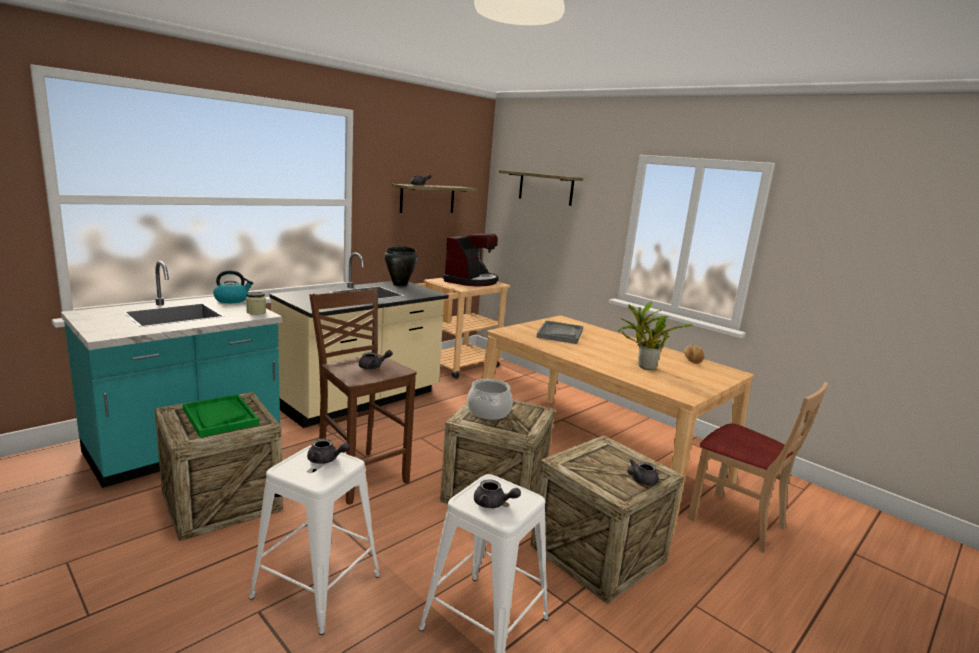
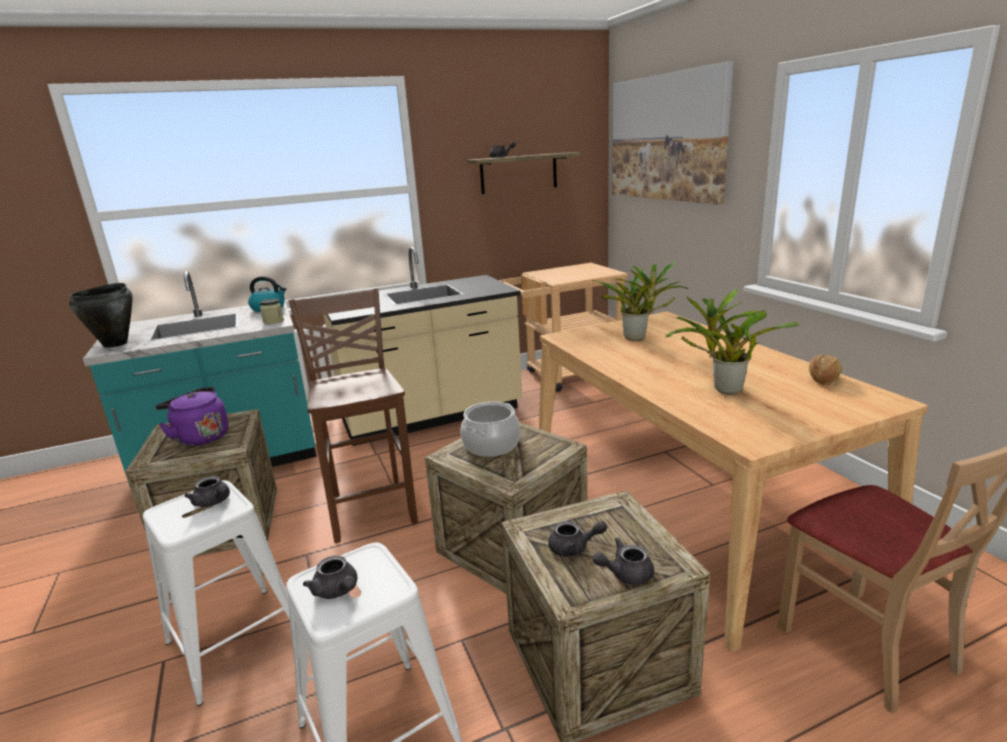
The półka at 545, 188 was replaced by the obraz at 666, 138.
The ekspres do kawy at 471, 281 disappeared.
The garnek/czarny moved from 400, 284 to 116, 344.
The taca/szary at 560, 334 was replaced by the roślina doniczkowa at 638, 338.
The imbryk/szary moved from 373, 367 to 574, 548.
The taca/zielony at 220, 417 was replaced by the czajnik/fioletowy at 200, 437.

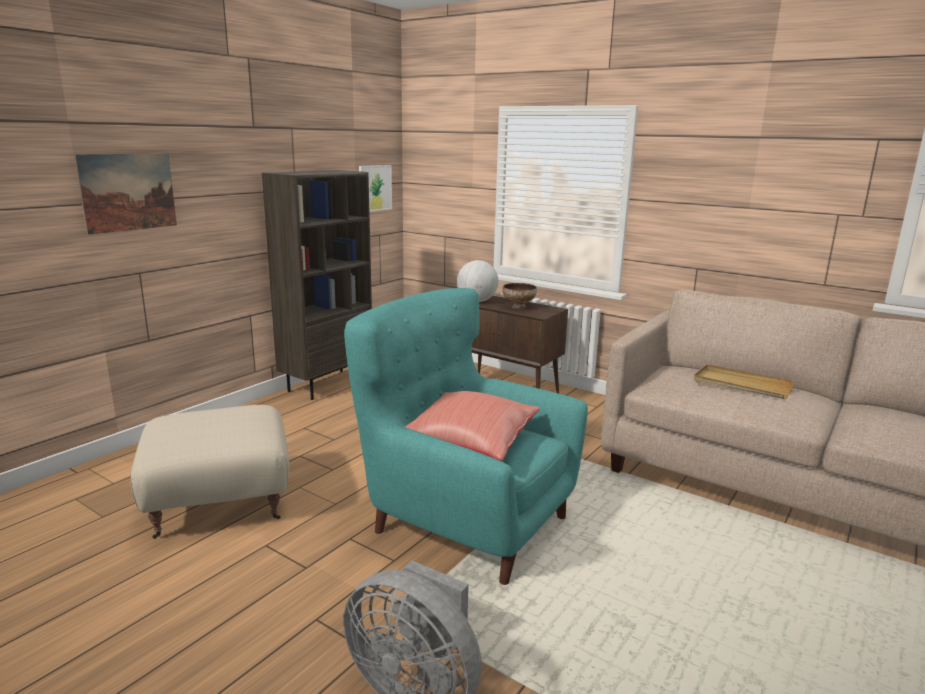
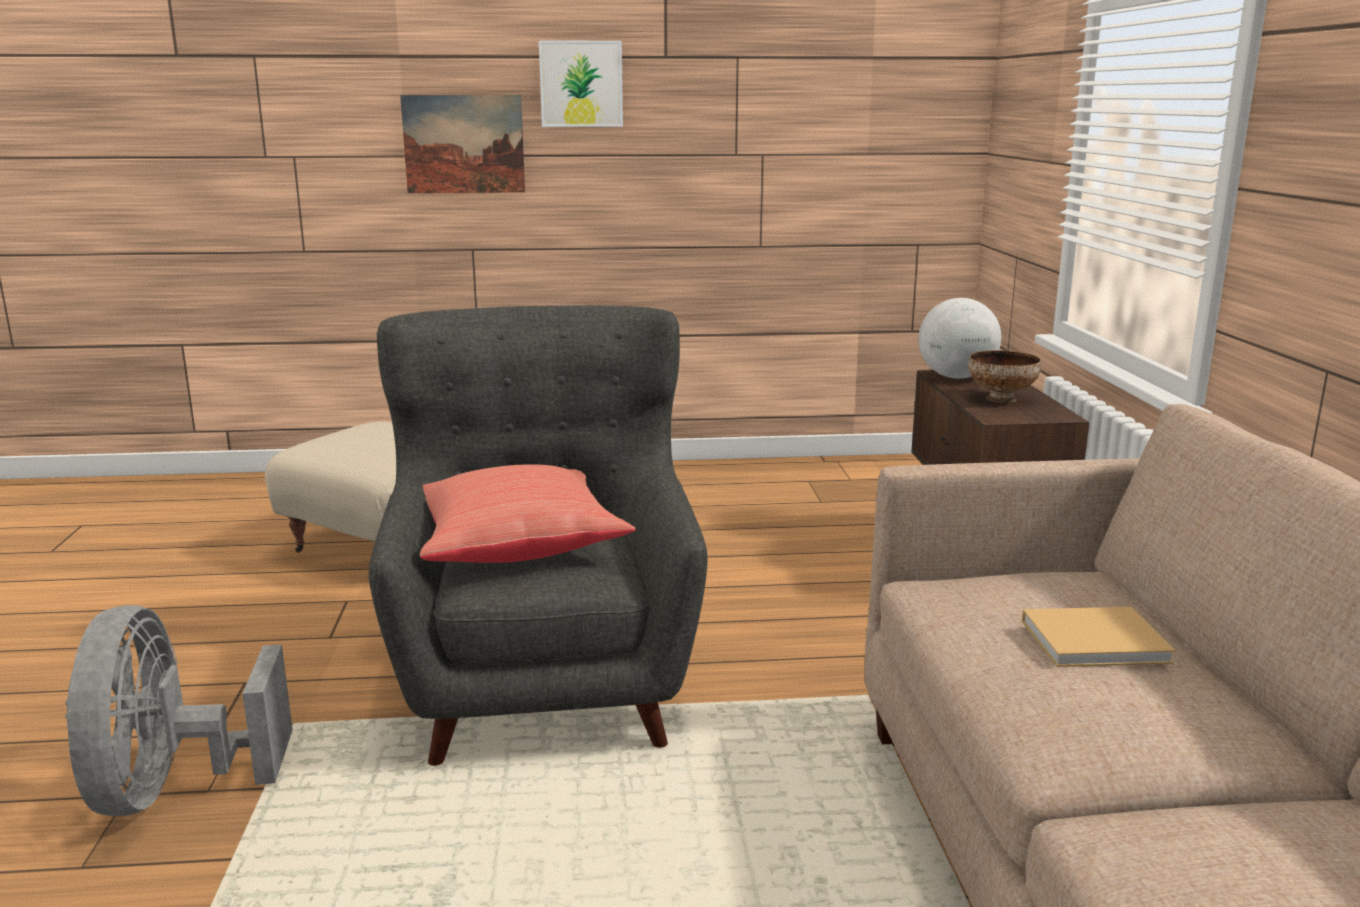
The obraz moved from 375, 188 to 581, 84.
The regał/brązowy at 327, 384 disappeared.
The fotel/turkusowy at 465, 521 became the fotel/szary at 546, 682.
The taca/beżowy at 742, 385 was replaced by the książka/beżowy at 1099, 641.

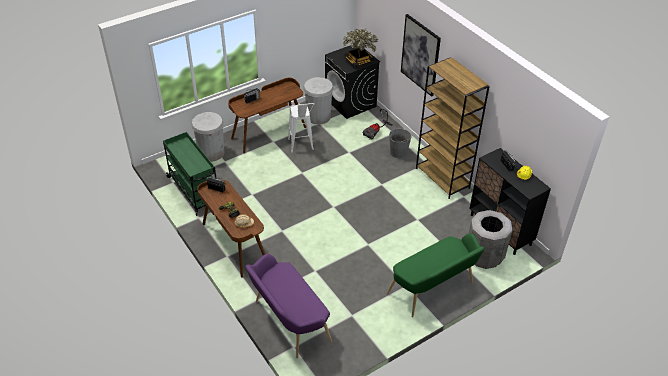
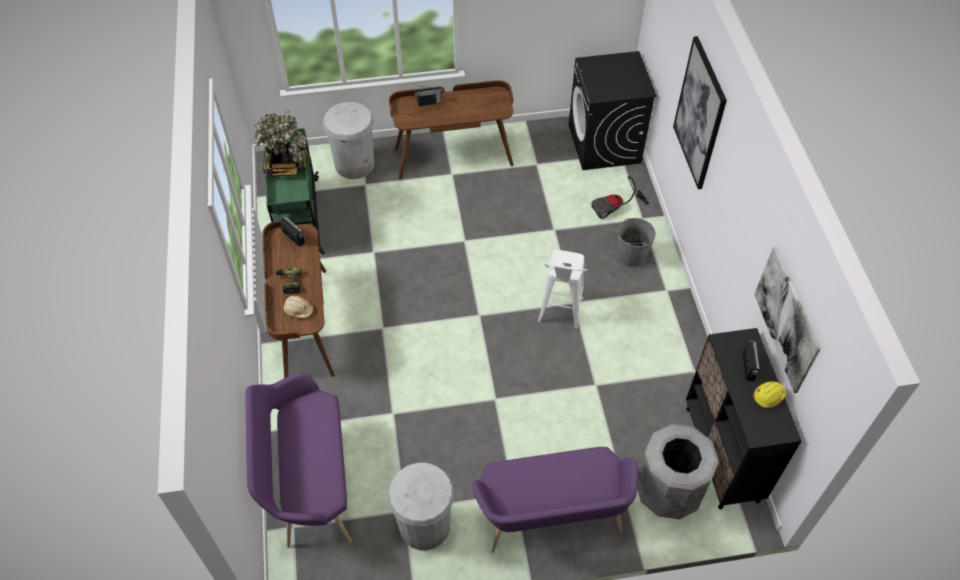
The roślina doniczkowa moved from 359, 60 to 287, 164.
The regał/brązowy at 443, 178 disappeared.
The kosz na śmieci/biały moved from 318, 117 to 424, 525.
The stołek/biały moved from 301, 147 to 559, 316.
The ławka/zielony at 433, 290 became the ławka/fioletowy at 551, 519.
The obraz at 786, 319 appeared.

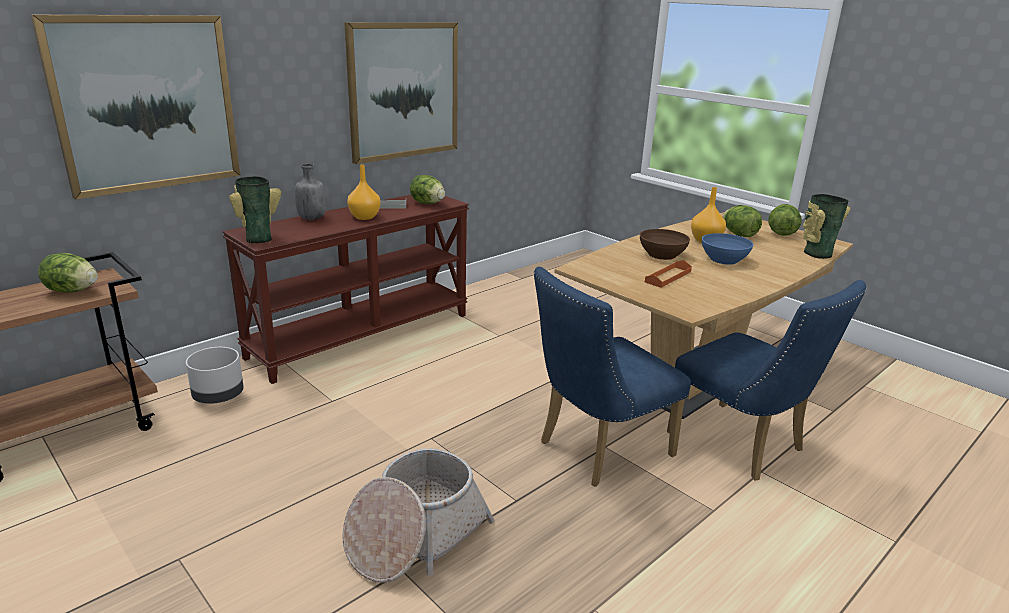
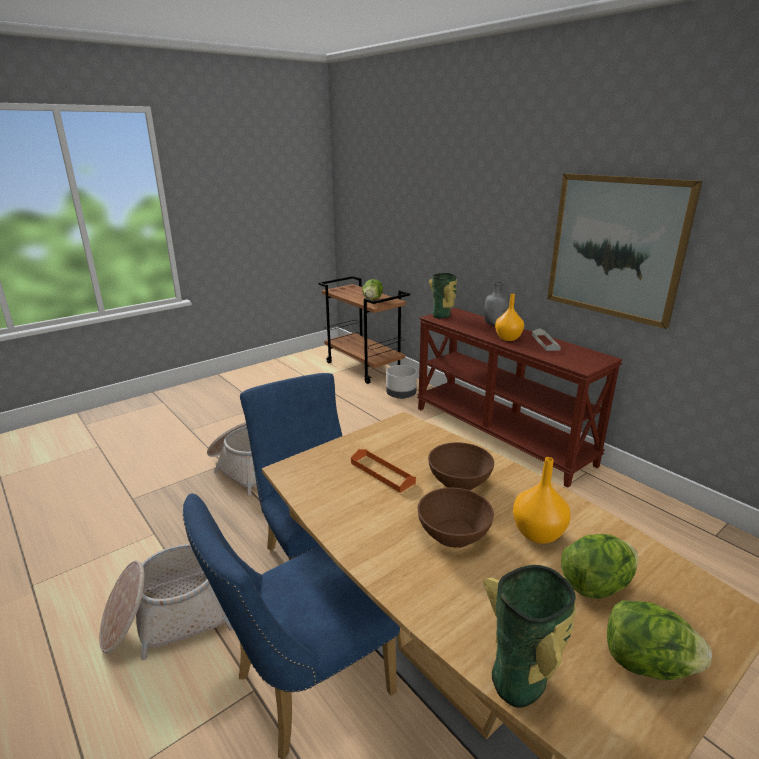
The obraz at 146, 104 disappeared.
The sałata at 427, 203 disappeared.
The miska/niebieski at 724, 259 became the miska/brązowy at 453, 533.
The koszyk at 168, 617 appeared.

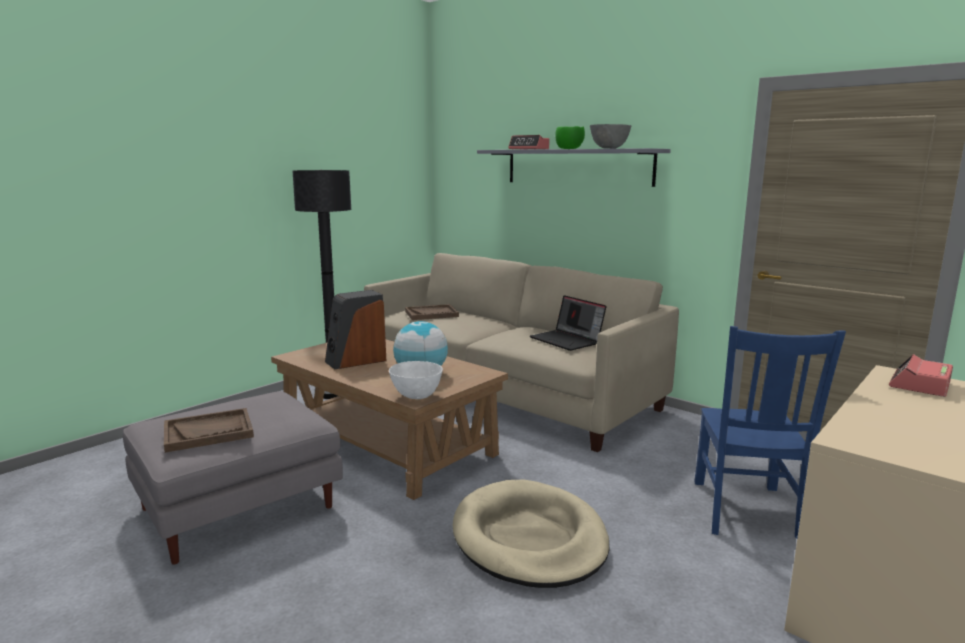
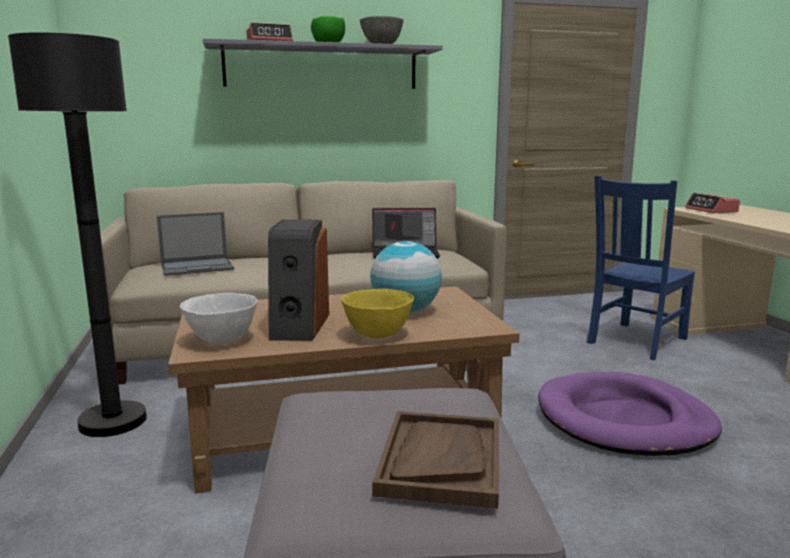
The taca/brązowy at 431, 314 was replaced by the laptop at 198, 267.
The krzesło/niebieski at 746, 512 turned 90 degrees clockwise.
The miska/biały moved from 417, 396 to 222, 340.
The legowisko/beżowy at 529, 538 became the legowisko/fioletowy at 624, 420.
The miska/żółty at 377, 335 appeared.

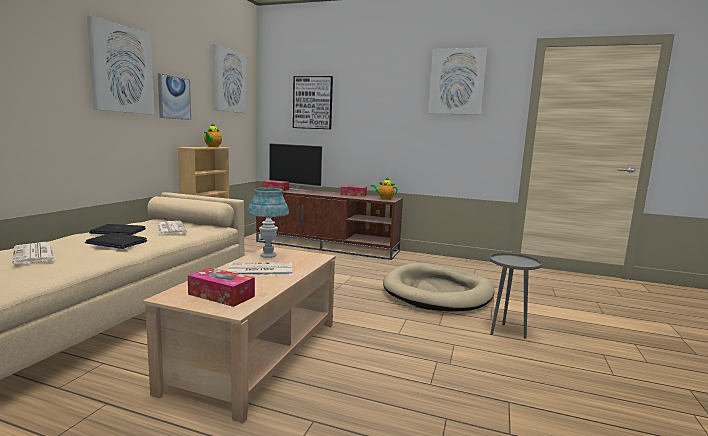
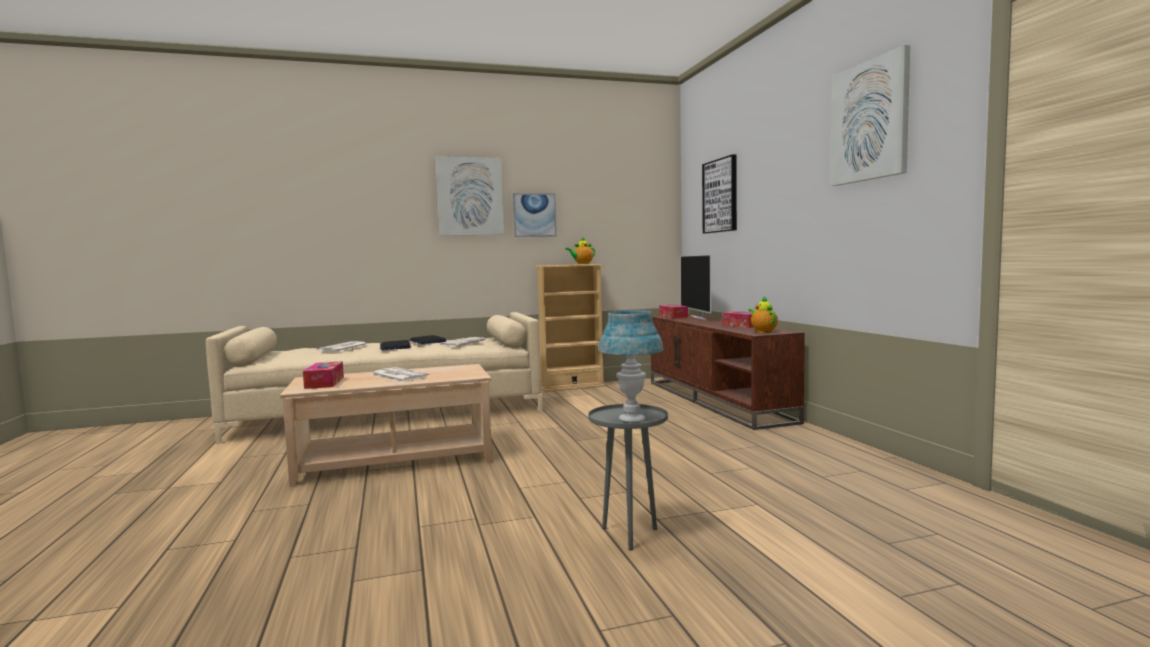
The obraz at 229, 81 disappeared.
The lampa stołowa/niebieski moved from 268, 255 to 632, 419.
The legowisko/beżowy at 438, 292 disappeared.

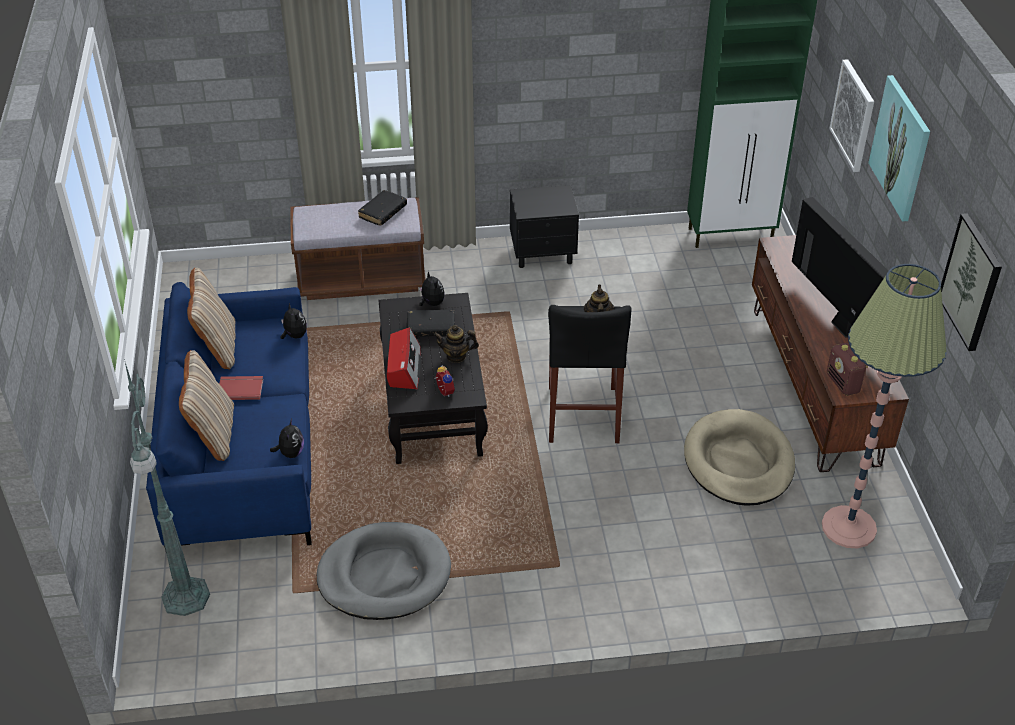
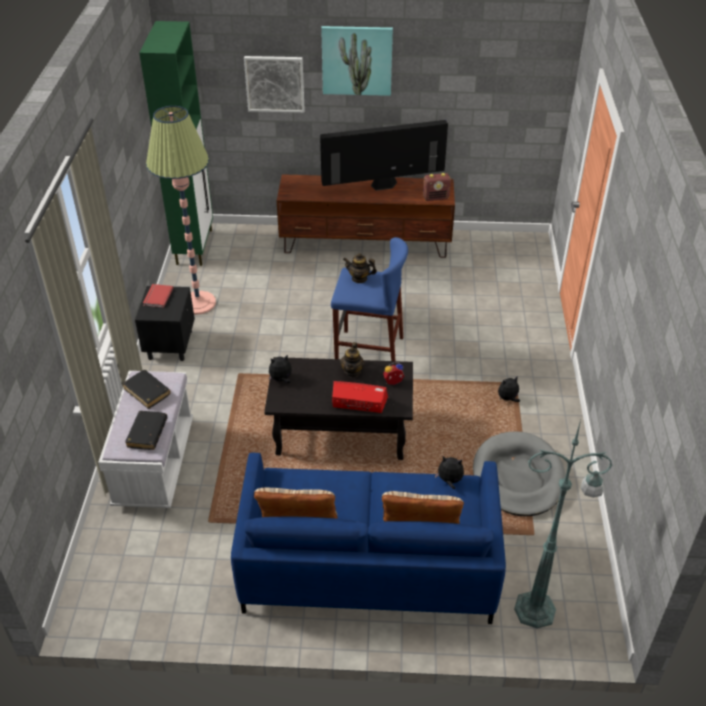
The ławka/brązowy at 361, 279 became the ławka/biały at 154, 464.
The obraz at 971, 282 disappeared.
The lampa stojąca moved from 848, 527 to 198, 303.
The pluszak moved from 294, 335 to 508, 399.
The stołek/czarny at 583, 414 became the stołek/niebieski at 369, 350.
The książka/czarny moved from 431, 328 to 147, 434.
The książka/czerwony moved from 240, 388 to 157, 297.
The legowisko/beżowy at 738, 462 disappeared.

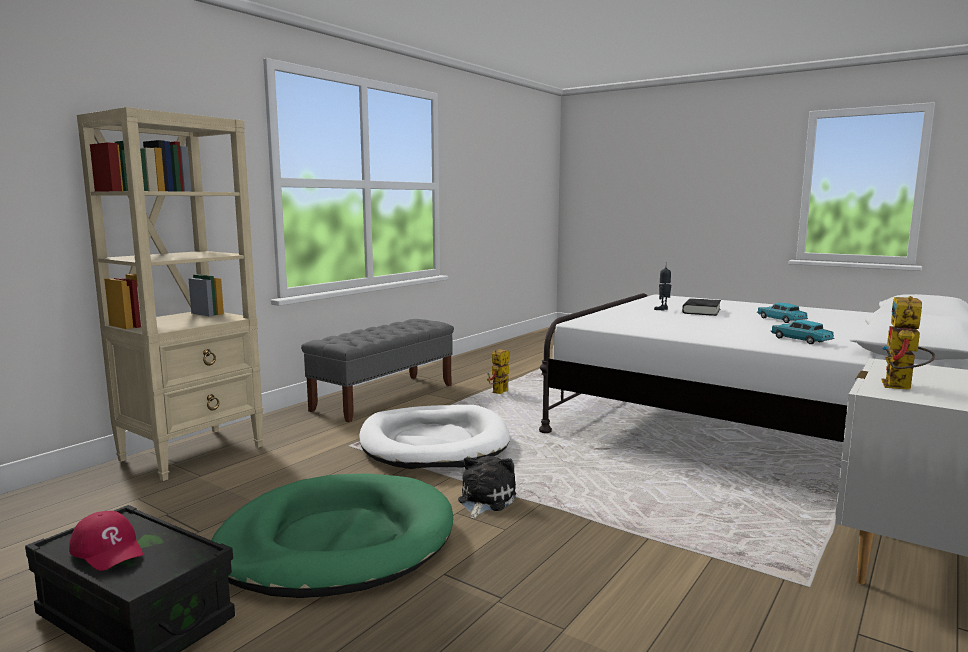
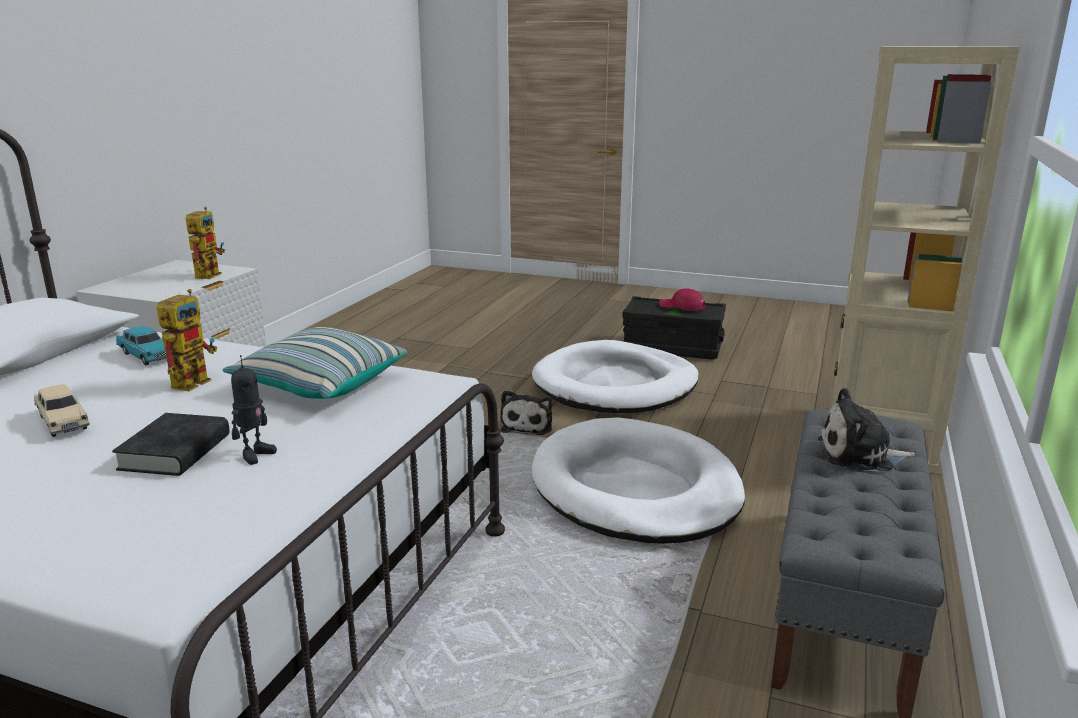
The samochodzik/turkusowy at 781, 320 became the samochodzik/beżowy at 63, 422.
The robot zabawkowy moved from 499, 393 to 194, 380.
The legowisko/zielony at 336, 542 became the legowisko/biały at 615, 385.
The poduszka at 320, 385 appeared.
The pluszak at 860, 455 appeared.

